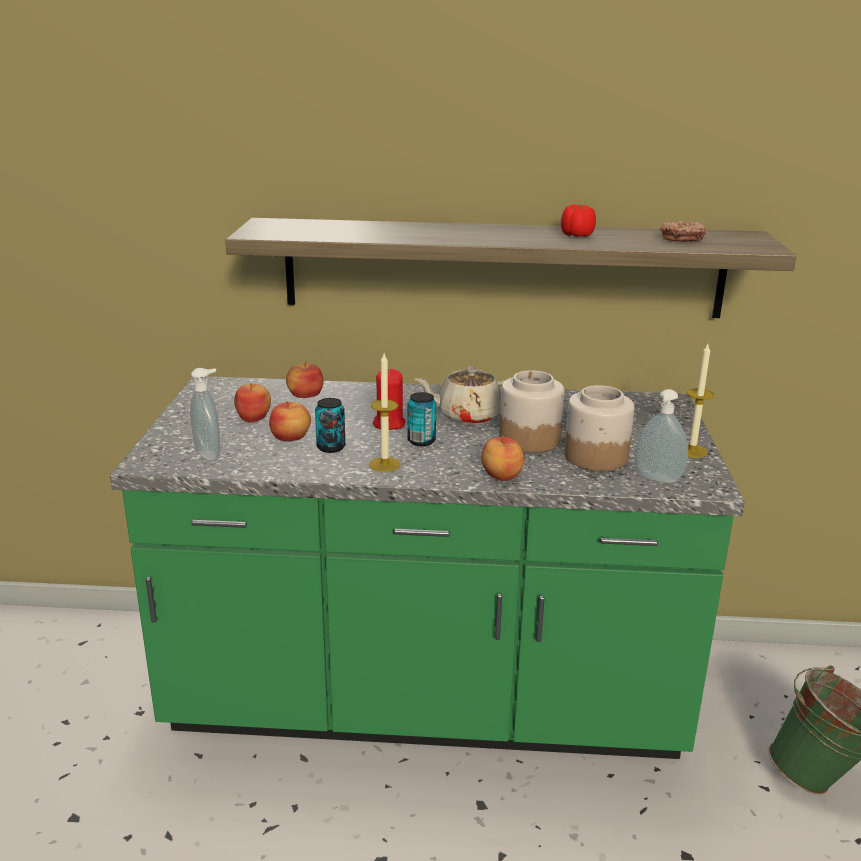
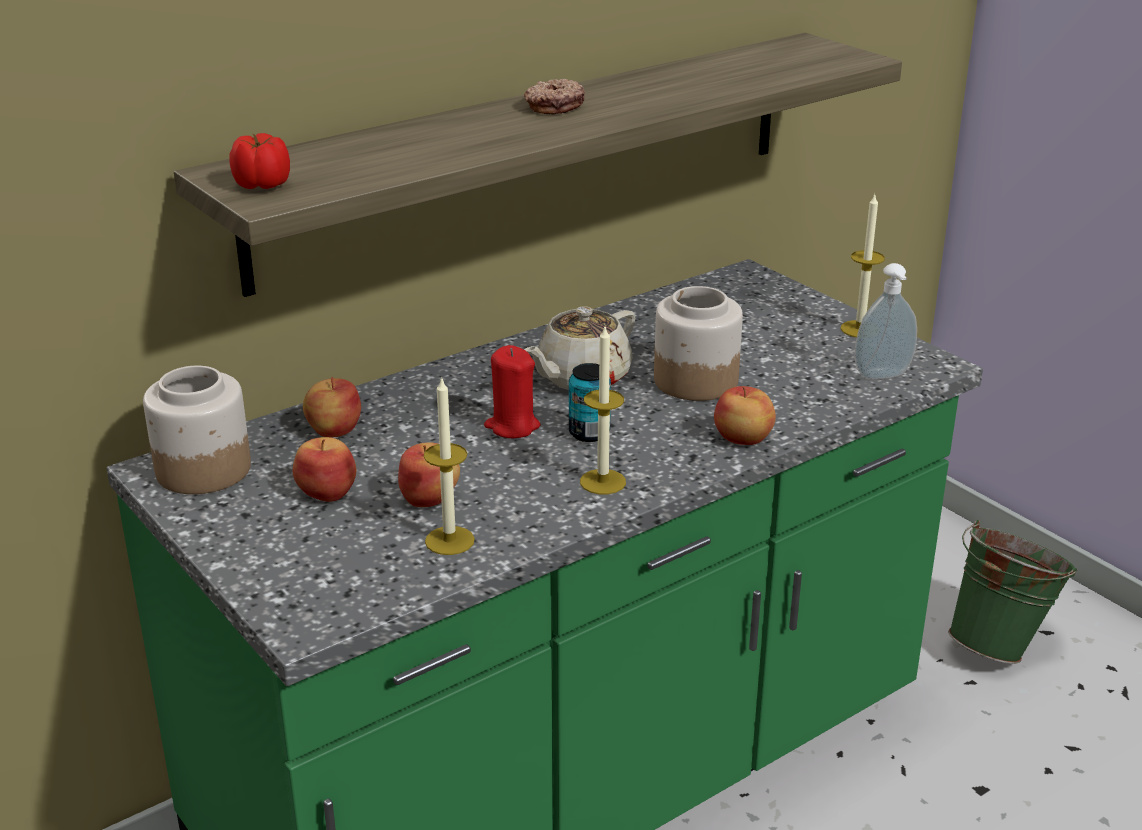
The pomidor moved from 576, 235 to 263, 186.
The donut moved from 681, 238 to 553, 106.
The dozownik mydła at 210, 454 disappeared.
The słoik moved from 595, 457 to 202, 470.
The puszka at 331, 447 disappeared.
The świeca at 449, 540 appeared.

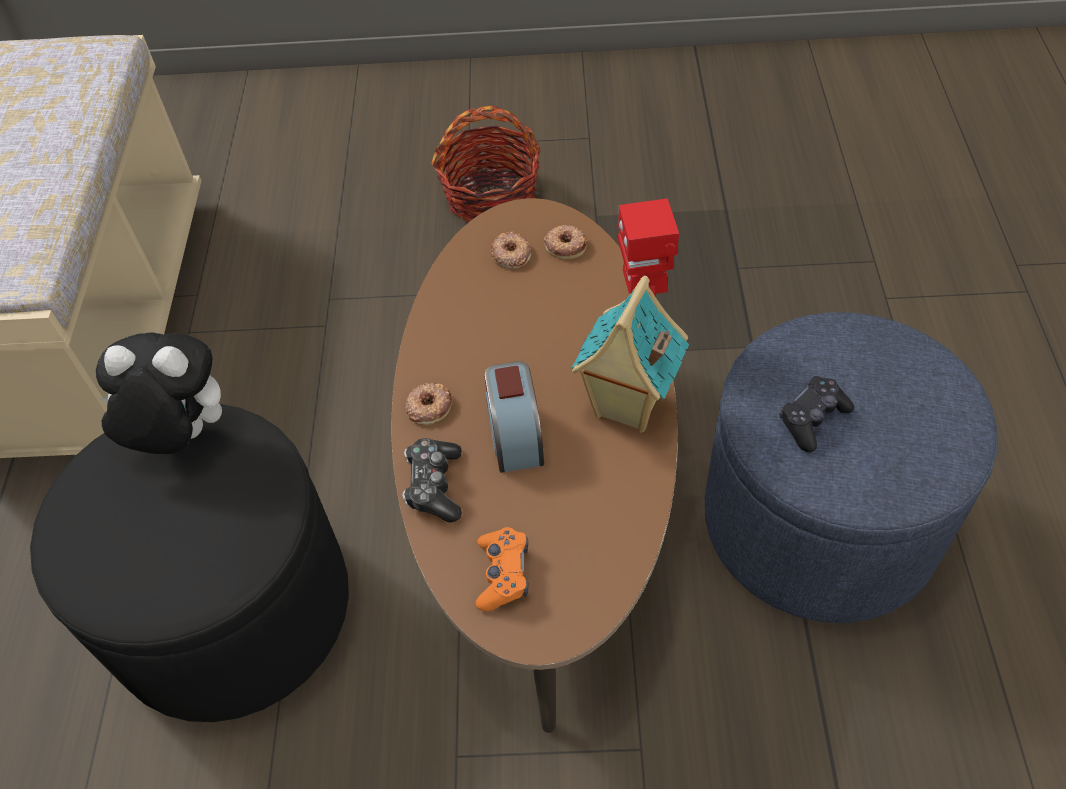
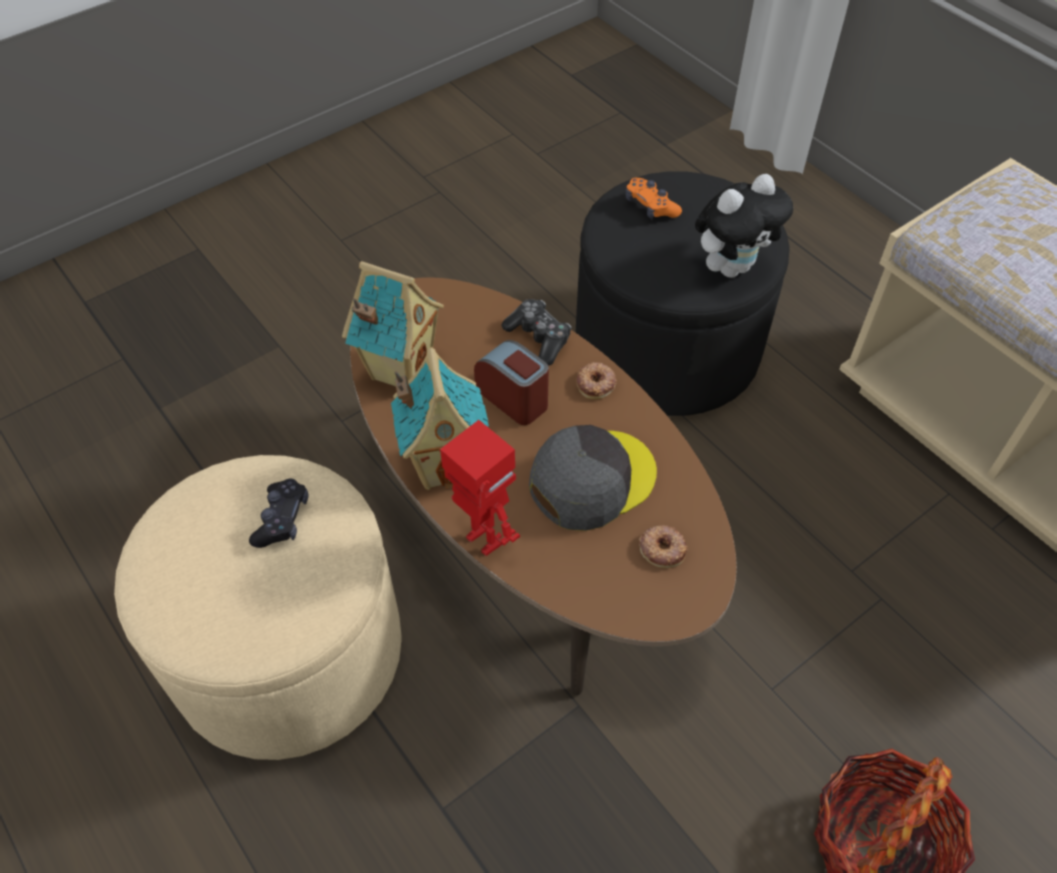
The donut at 565, 245 disappeared.
The pufa/niebieski at 820, 519 became the pufa/beżowy at 288, 651.
The pad do gier/pomarańczowy moved from 503, 574 to 650, 206.
The domek at 399, 369 appeared.
The czapka z daszkiem/szary at 591, 480 appeared.

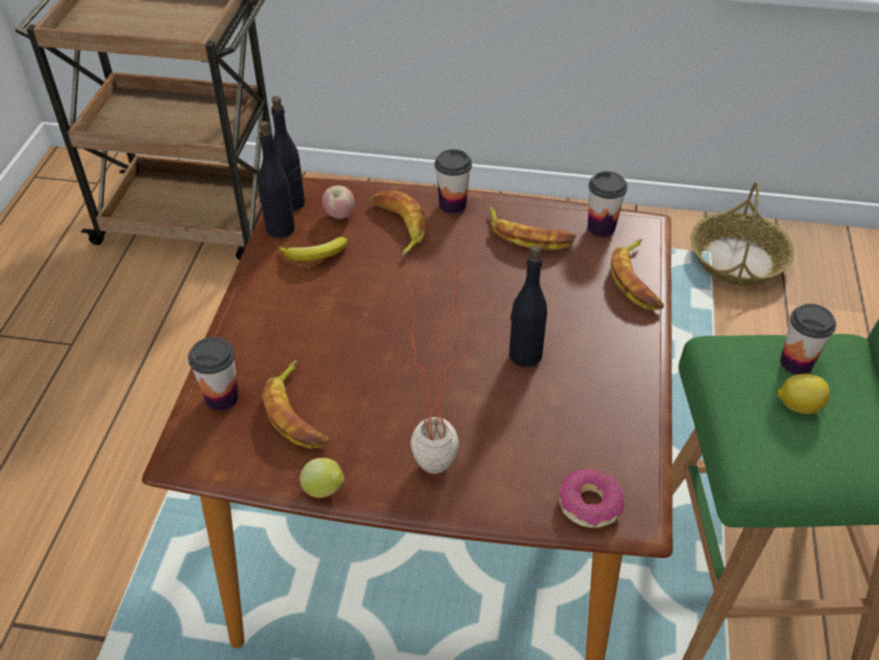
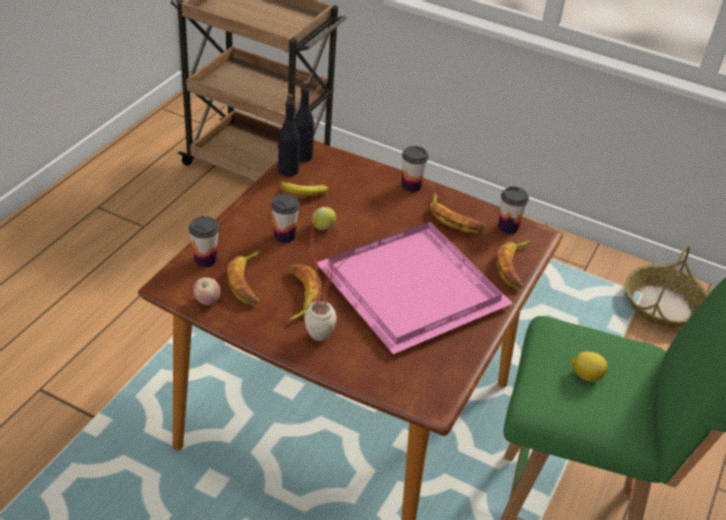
The jabłko moved from 339, 215 to 207, 301.
The banan moved from 397, 226 to 300, 295.
The butelka/czarny at 524, 355 was replaced by the taca/różowy at 411, 290.
The filiżanka moved from 796, 363 to 284, 236.
The cytryna moved from 325, 491 to 324, 228.
The donut at 589, 504 disappeared.

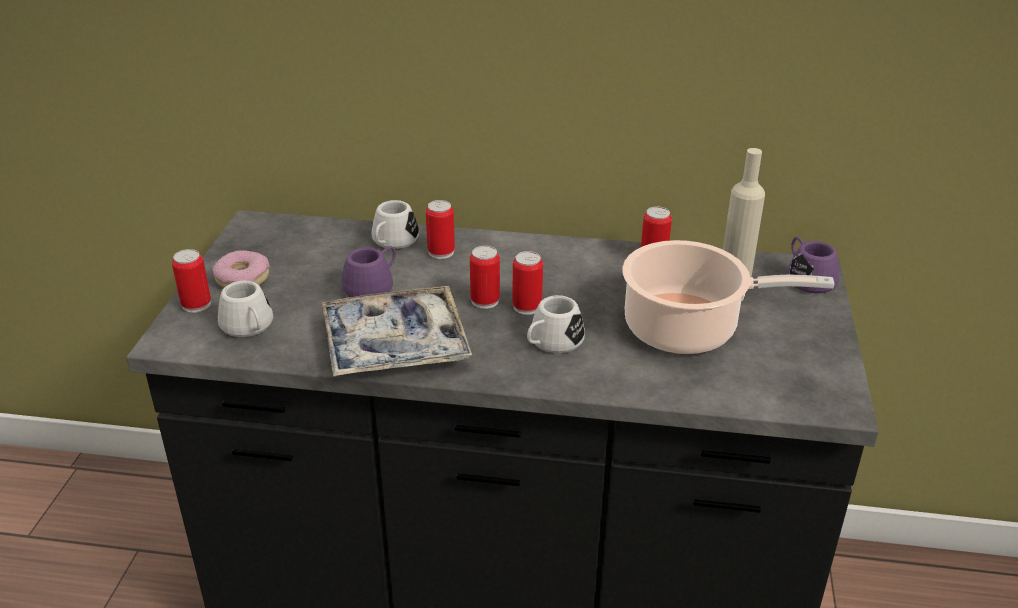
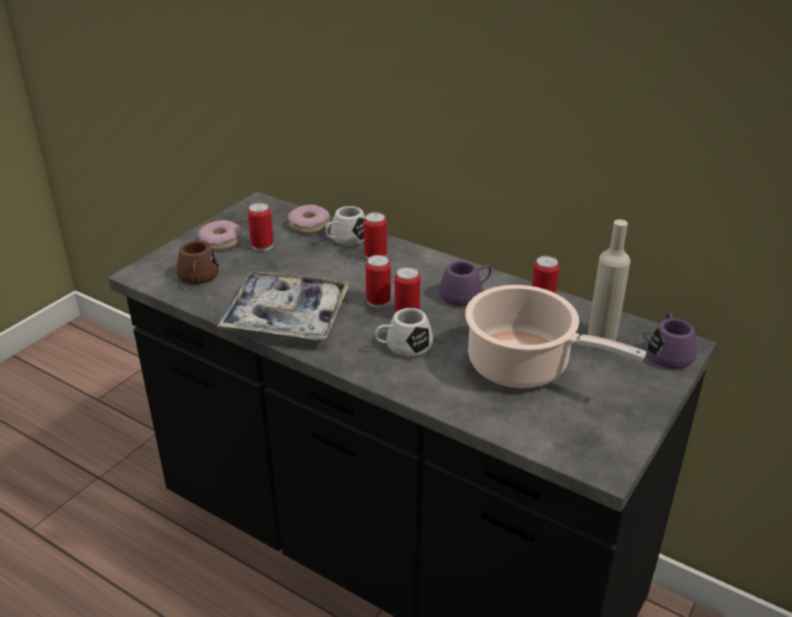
The kubek/fioletowy moved from 373, 285 to 465, 294.
The puszka moved from 196, 304 to 262, 245.
The kubek/biały at 249, 327 became the kubek/brązowy at 198, 278.
The donut at 309, 225 appeared.

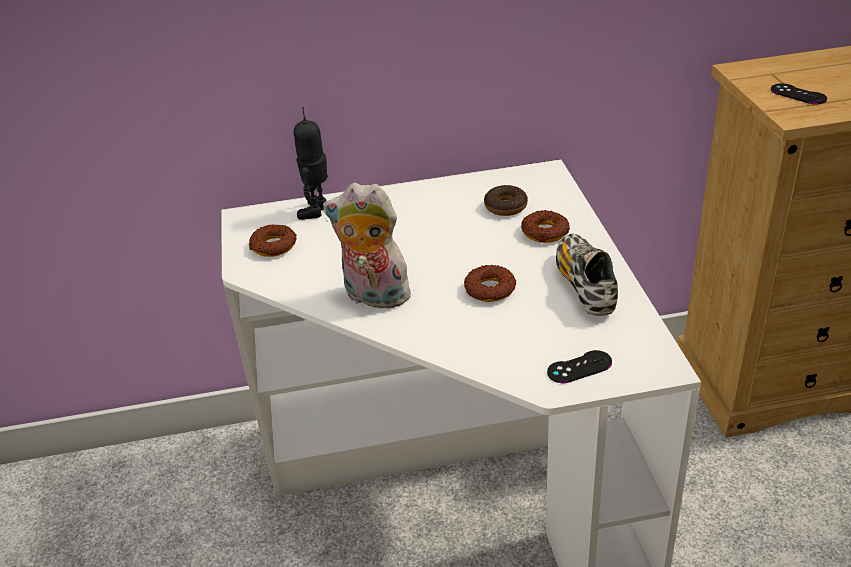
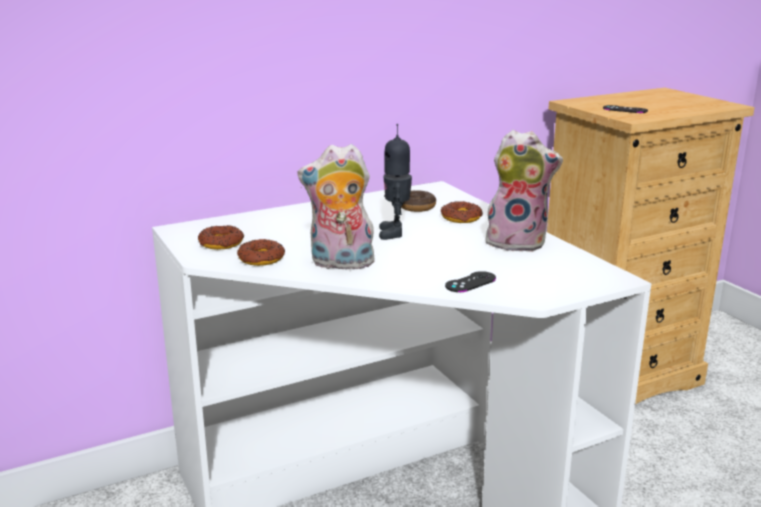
The robot zabawkowy moved from 317, 211 to 395, 233.
The but at 584, 285 was replaced by the pluszak at 517, 242.
The donut moved from 489, 289 to 261, 258.
The pad do gier/czarny moved from 579, 367 to 470, 282.

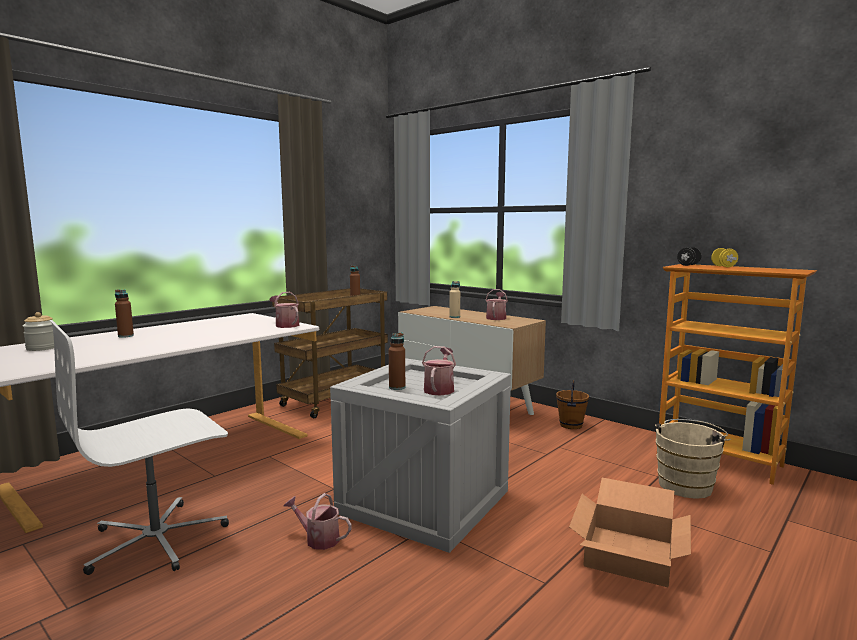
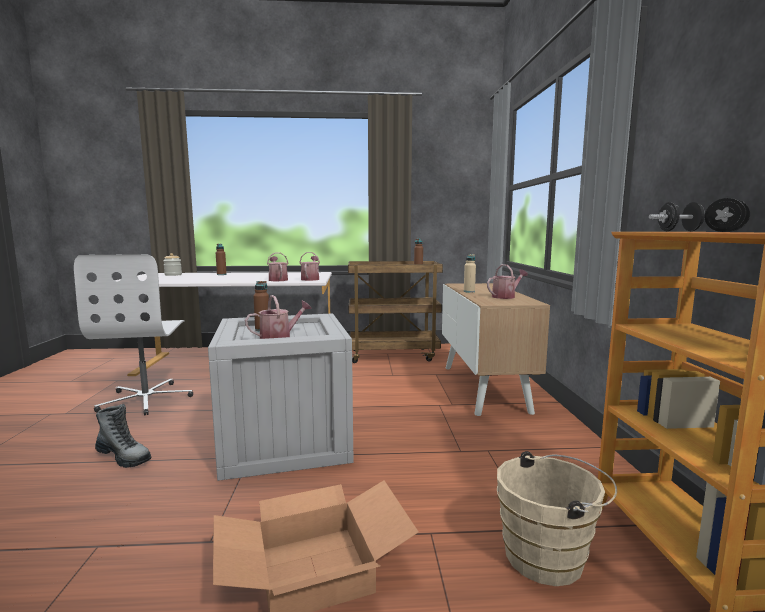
The hantel/żółty at 723, 266 became the hantel/czarny at 725, 231.
The krzesło biurowe/biały at 157, 539 turned 105 degrees counterclockwise.
The wiadro/brązowy at 571, 425 disappeared.
The konewka moved from 318, 539 to 277, 280.
The but z cholewką at 124, 456 appeared.

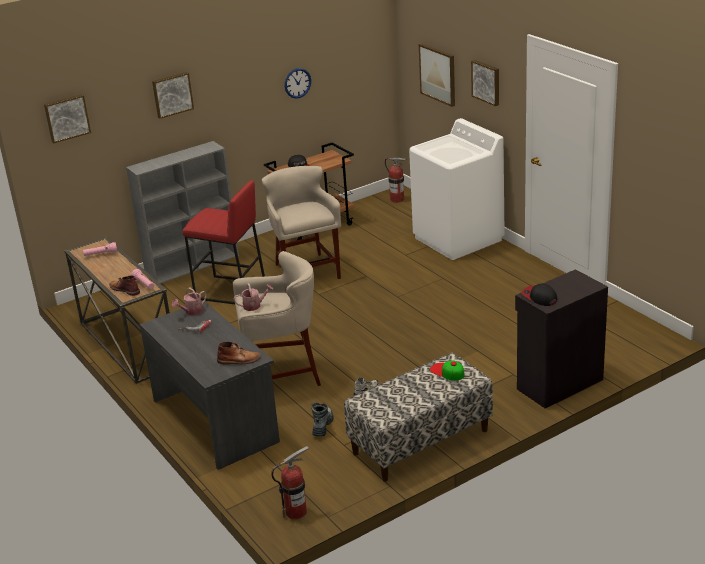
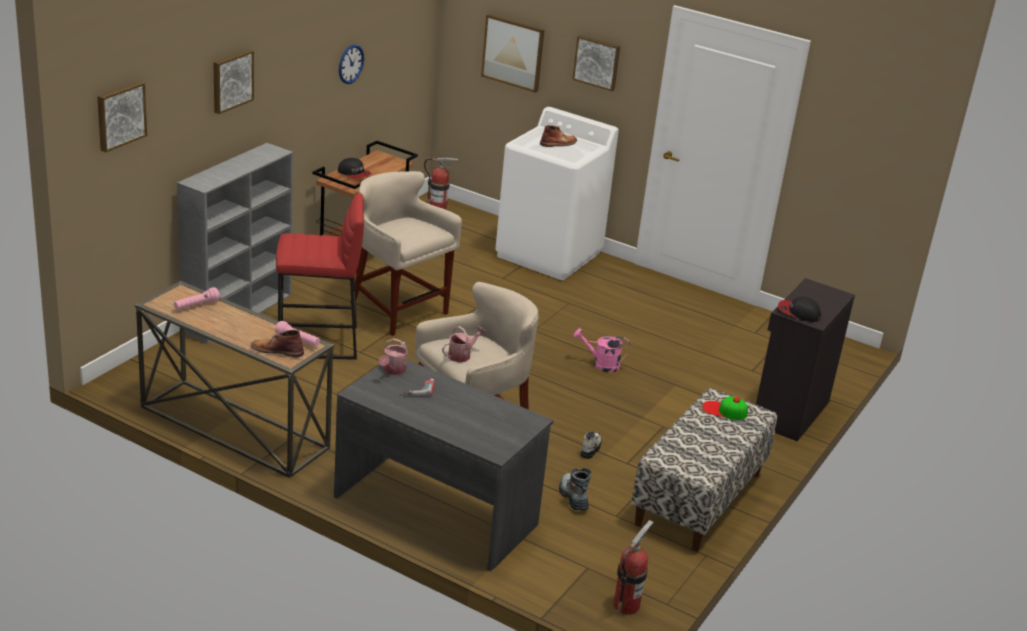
The but z cholewką/brązowy moved from 239, 360 to 559, 143.
The konewka/różowy at 601, 364 appeared.

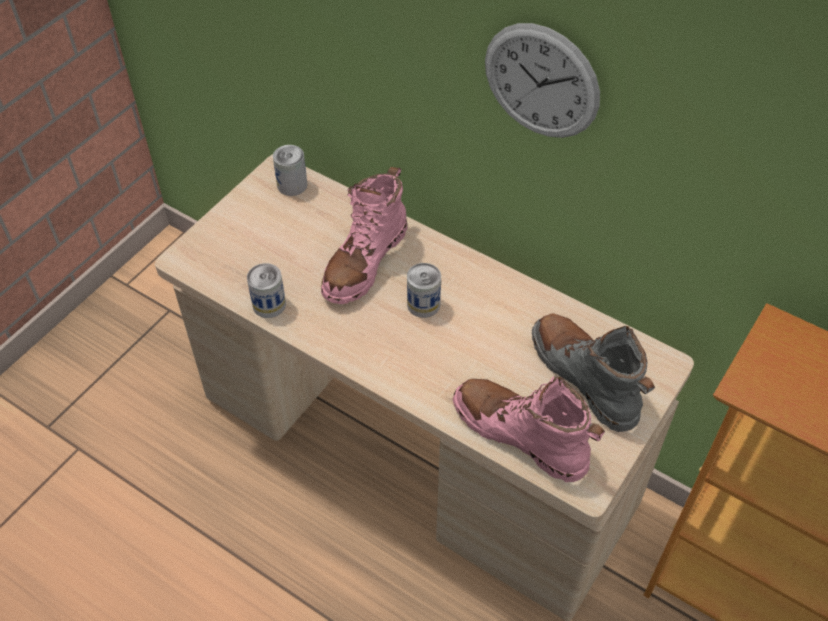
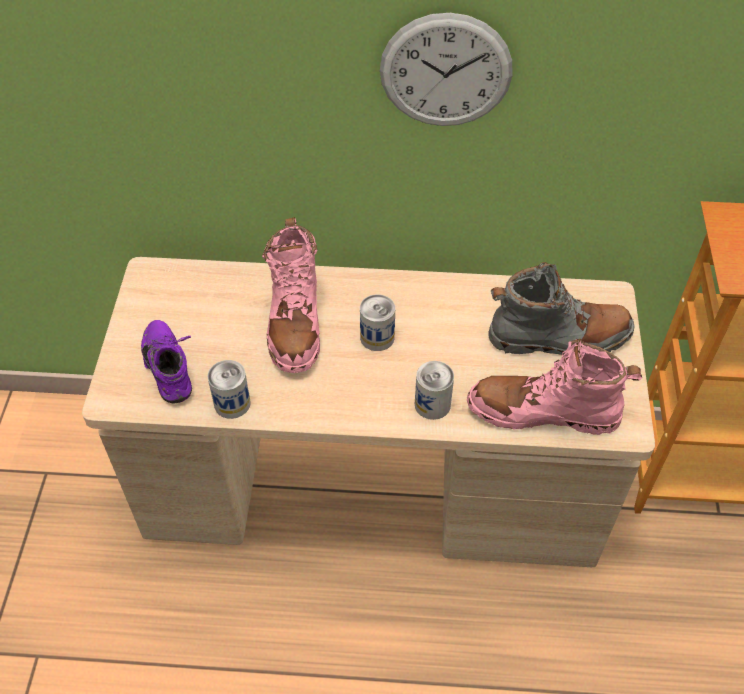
The puszka moved from 292, 185 to 432, 404.
The but z cholewką/szary at 585, 378 turned 150 degrees clockwise.
The but/fioletowy at 172, 368 appeared.

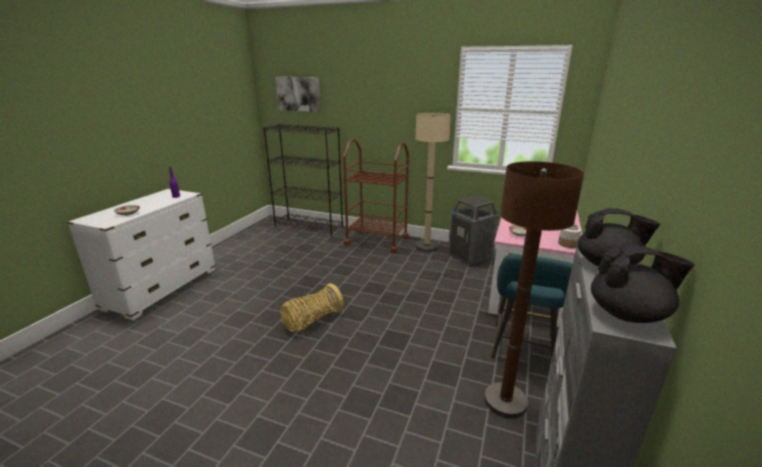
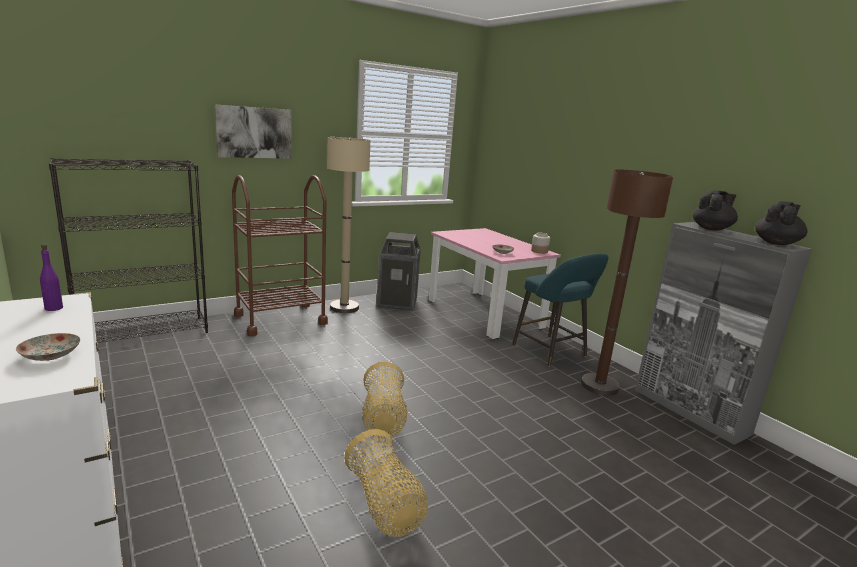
The obraz moved from 298, 94 to 254, 132.
The koszyk at 384, 505 appeared.

